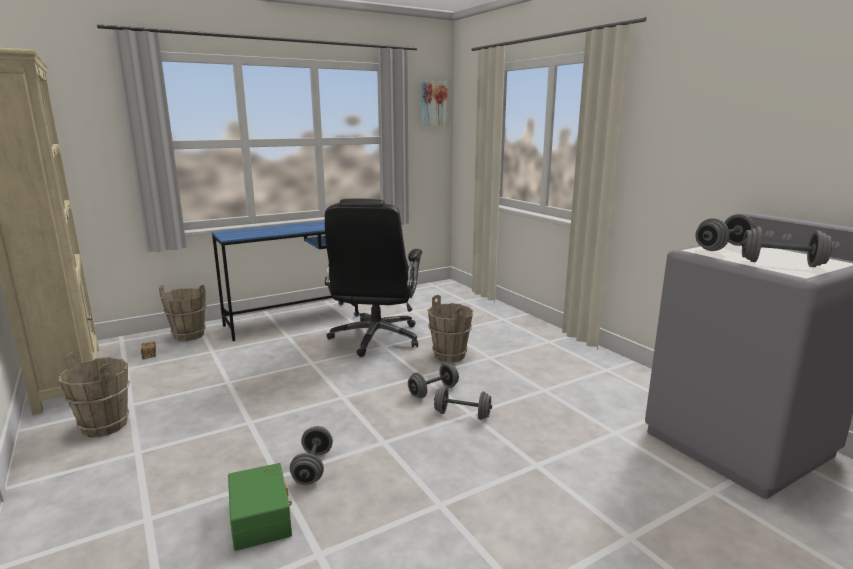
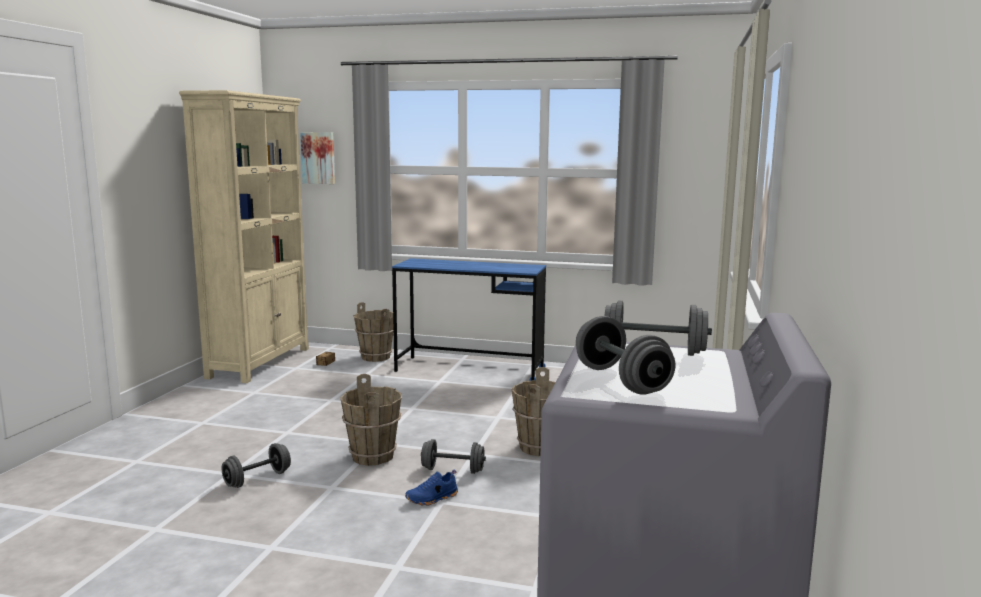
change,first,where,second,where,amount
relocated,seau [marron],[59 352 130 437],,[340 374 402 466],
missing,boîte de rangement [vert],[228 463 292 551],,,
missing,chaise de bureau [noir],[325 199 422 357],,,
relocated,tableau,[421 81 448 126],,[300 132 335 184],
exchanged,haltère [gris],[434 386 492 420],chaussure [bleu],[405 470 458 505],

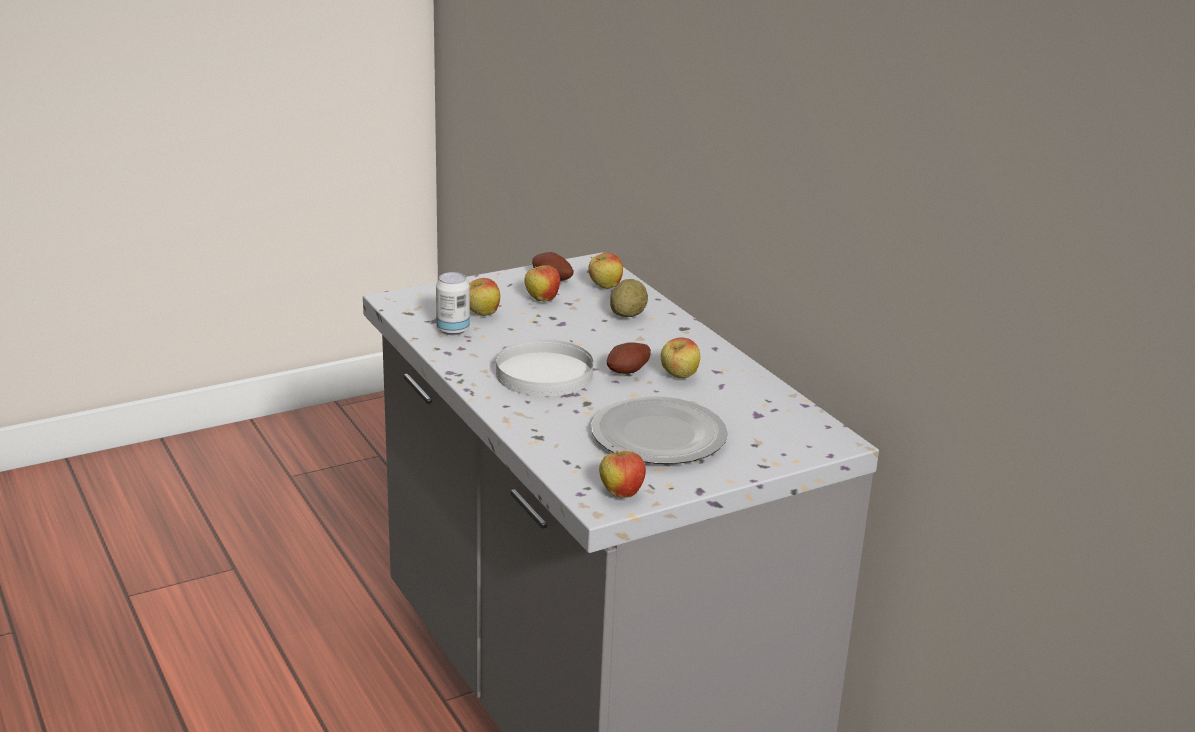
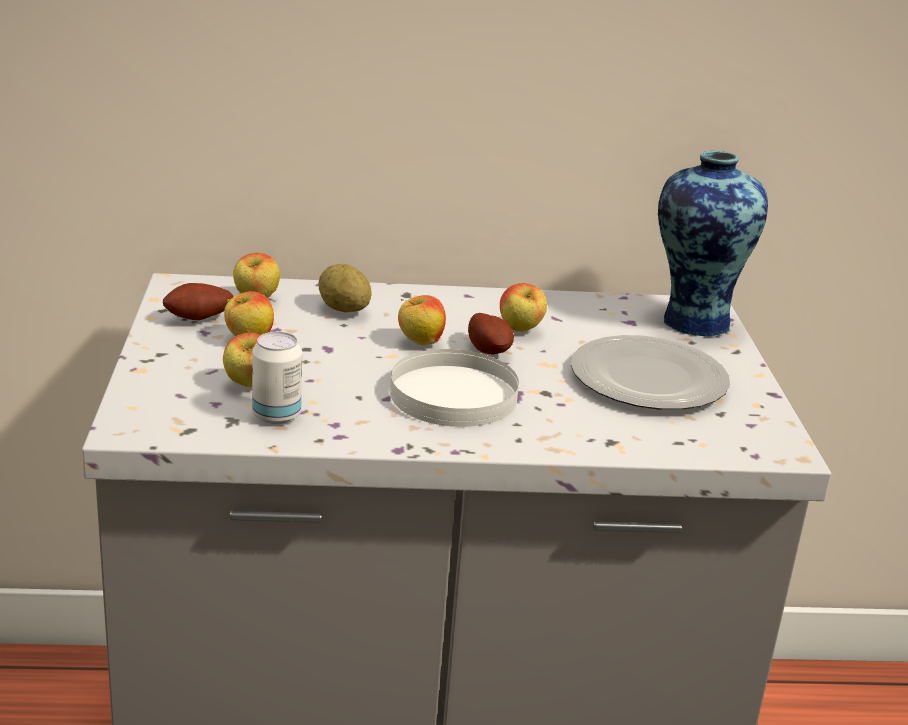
change,first,where,second,where,amount
relocated,pomme,[599 445 646 498],,[398 295 446 345],
appeared,,,vase,[658 151 768 337],

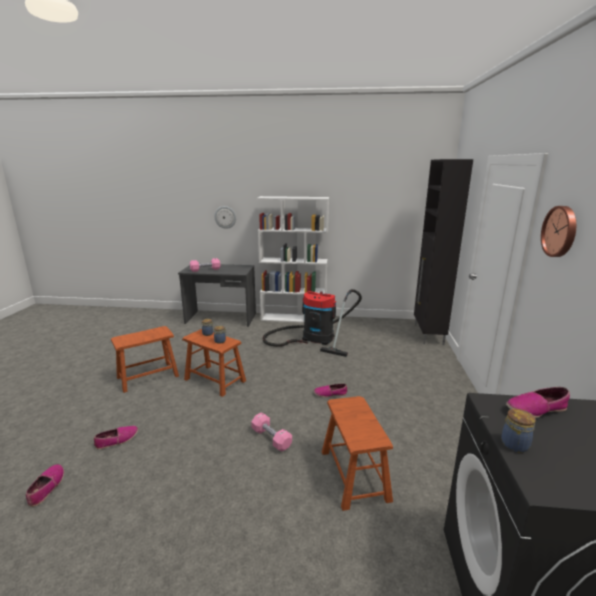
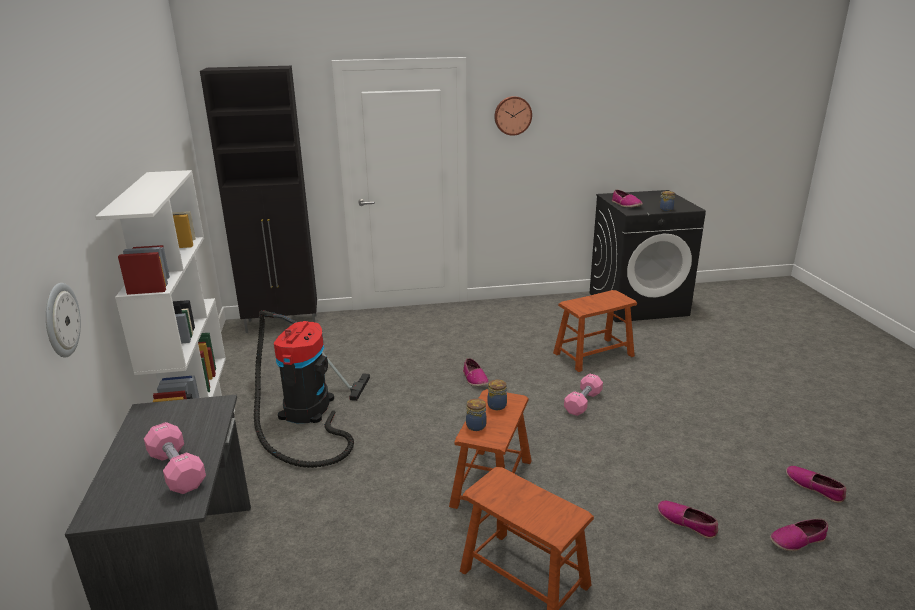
change,first,where,second,where,amount
appeared,,,chaussure,[786 466 847 503],

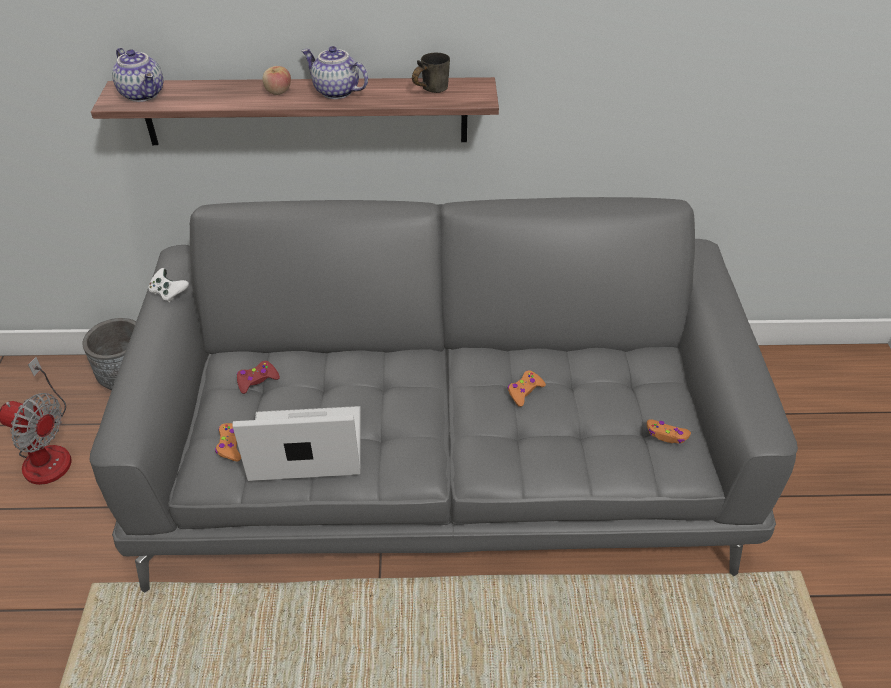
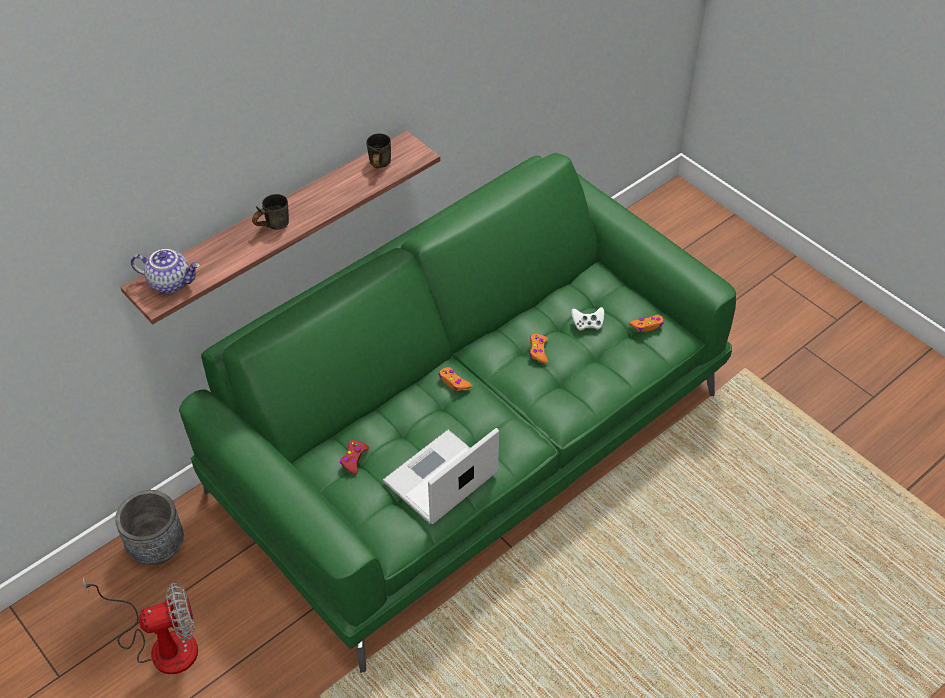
change,first,where,second,where,amount
colour,canapé [gris],[90 197 798 592],canapé [vert],[179 153 736 673],
relocated,manette [blanc],[148 268 189 303],,[571 307 604 331],
relocated,manette [orange],[215 423 241 461],,[439 367 472 391],
exchanged,pomme,[263 66 291 95],mug [gris],[252 194 289 230],
missing,théière,[301 46 368 99],,,

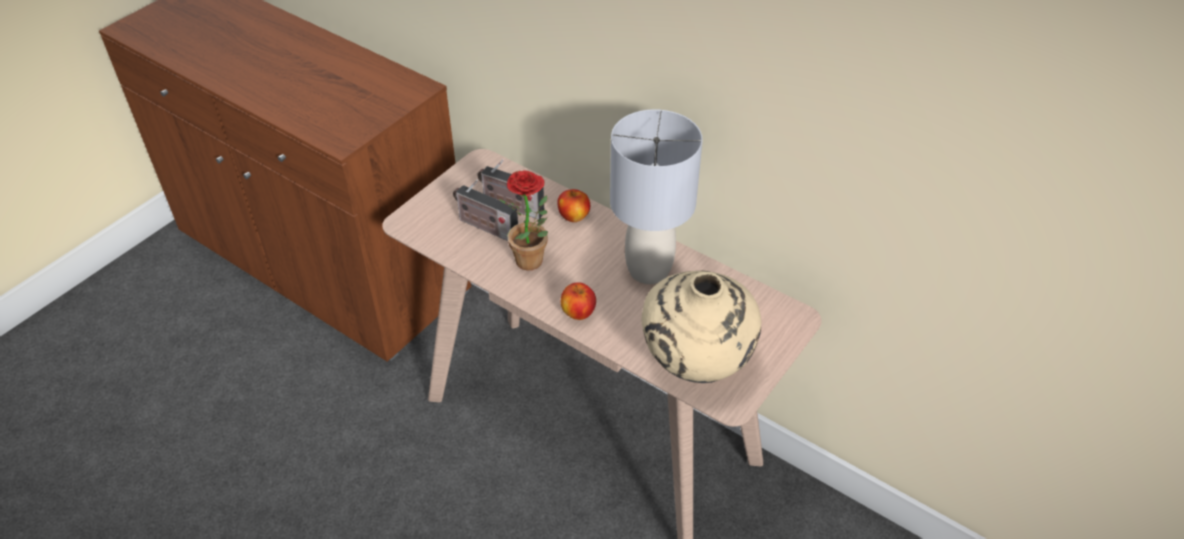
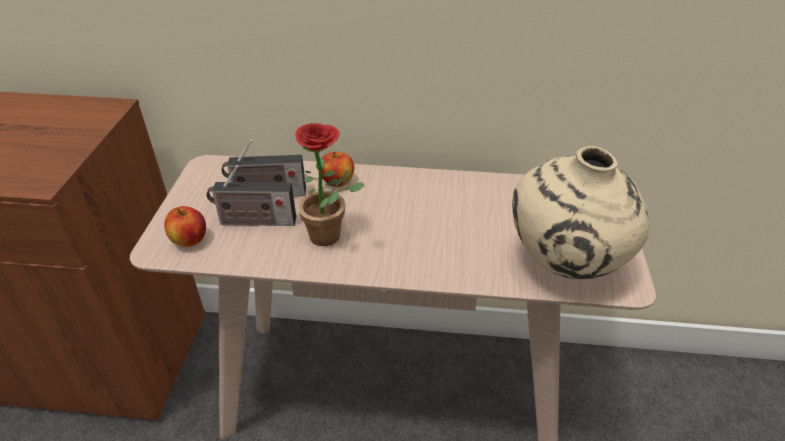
change,first,where,second,where,amount
relocated,pomme,[561 282 596 320],,[164 206 206 247],
missing,lampe de table [gris],[610 109 703 284],,,

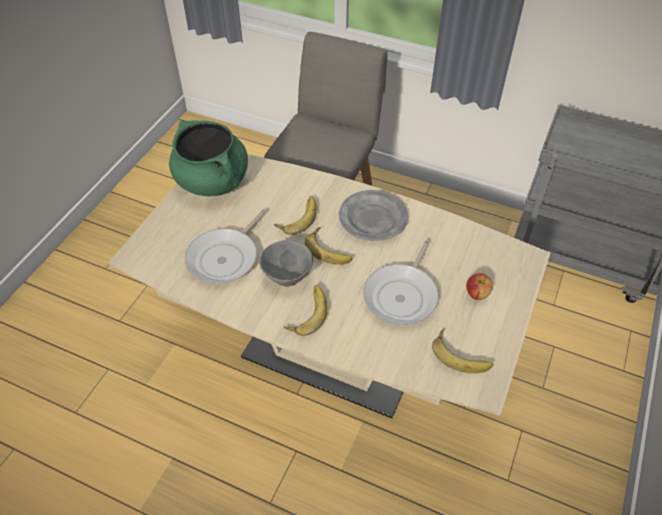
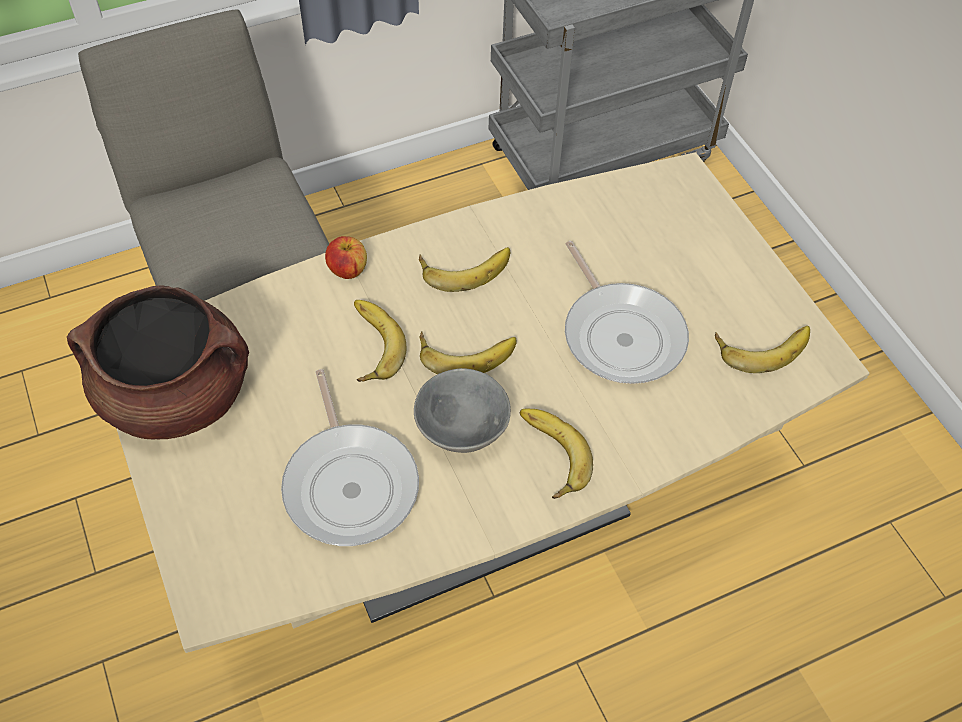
change,first,where,second,where,amount
colour,marmite [vert],[169 121 248 196],marmite [marron],[67 286 249 439],
exchanged,assiette [gris],[339 190 408 241],banane,[419 247 510 292],
relocated,pomme,[466 273 493 300],,[325 236 367 279],

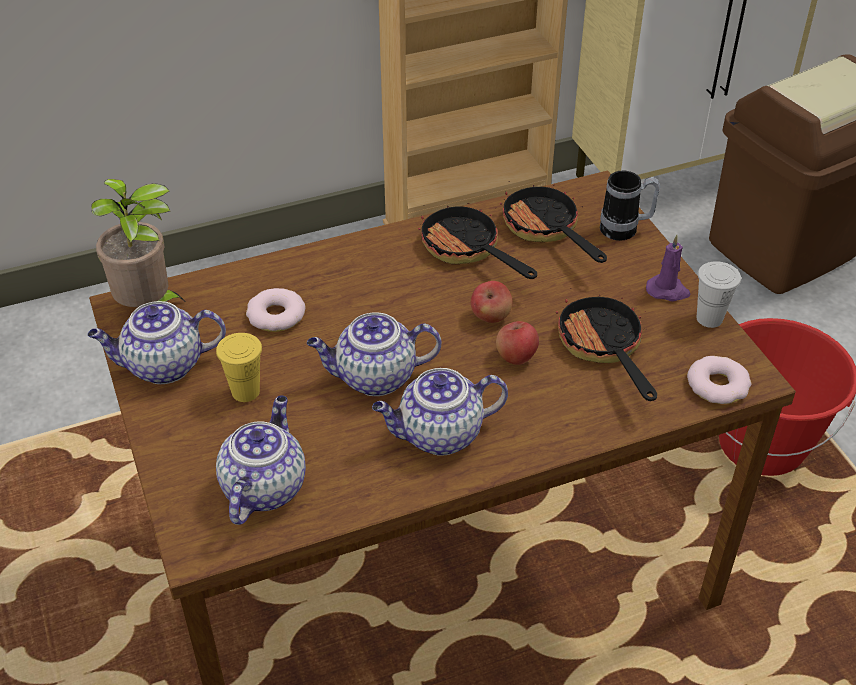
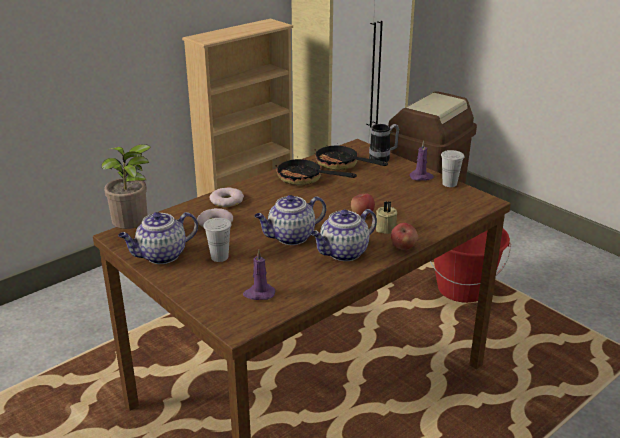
change,first,where,second,where,amount
colour,tasse [jaune],[216 333 262 402],tasse [blanc],[204 218 232 262],
exchanged,théière,[216 395 306 525],bougie [violet],[243 249 275 300],
relocated,pomme,[471 281 513 323],,[391 223 418 250],
missing,poêle,[556 288 657 401],,,
relocated,beignet,[687 356 751 404],,[210 187 244 207],
appeared,,,bougie [beige],[376 201 397 234],

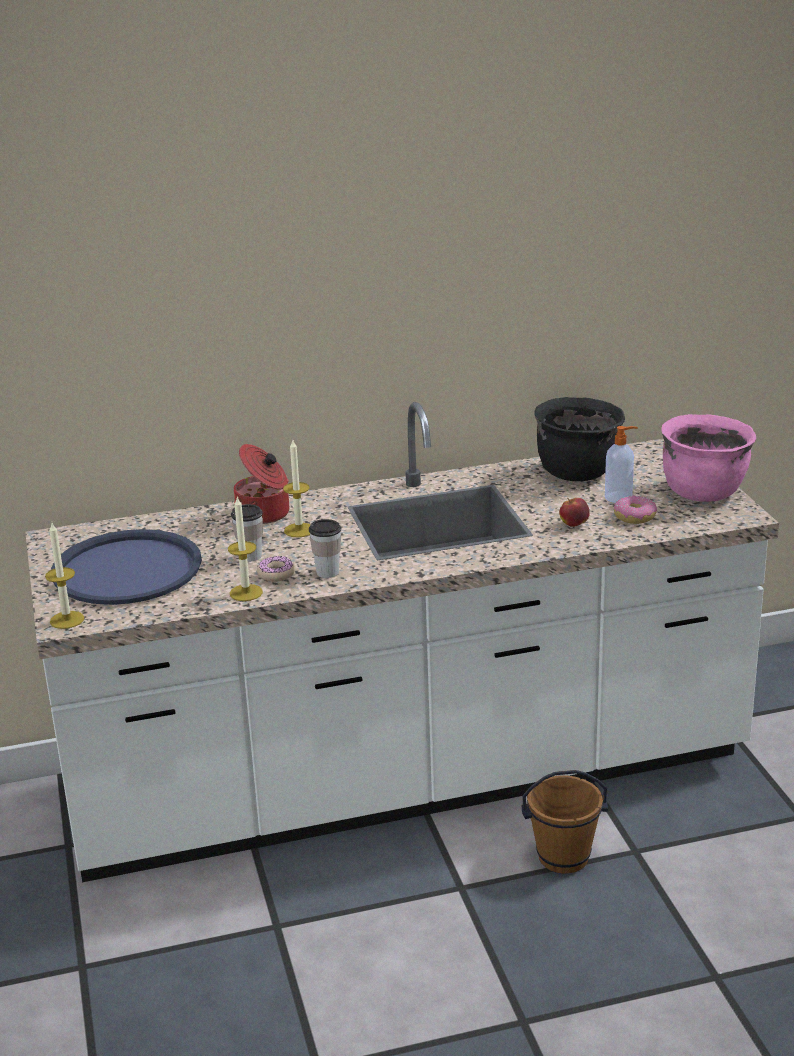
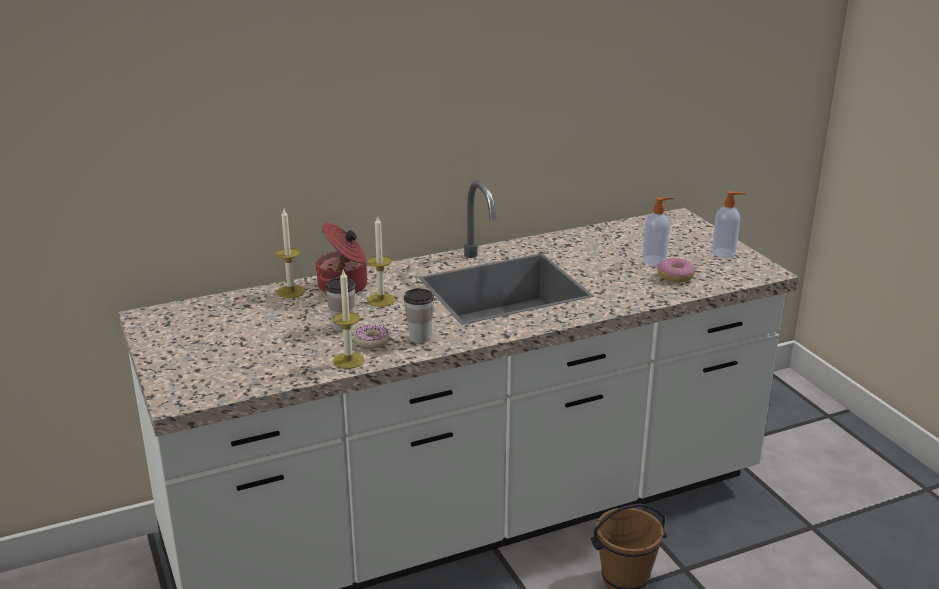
change,first,where,second,where,amount
relocated,bougie,[45 523 84 629],,[276 209 305 298],
missing,plateau [bleu],[51 529 202 605],,,
missing,marmite [noir],[534 397 625 481],,,
missing,pomme,[559 498 590 527],,,
exchanged,marmite [rose],[661 414 756 502],distributeur de savon,[712 191 746 258],

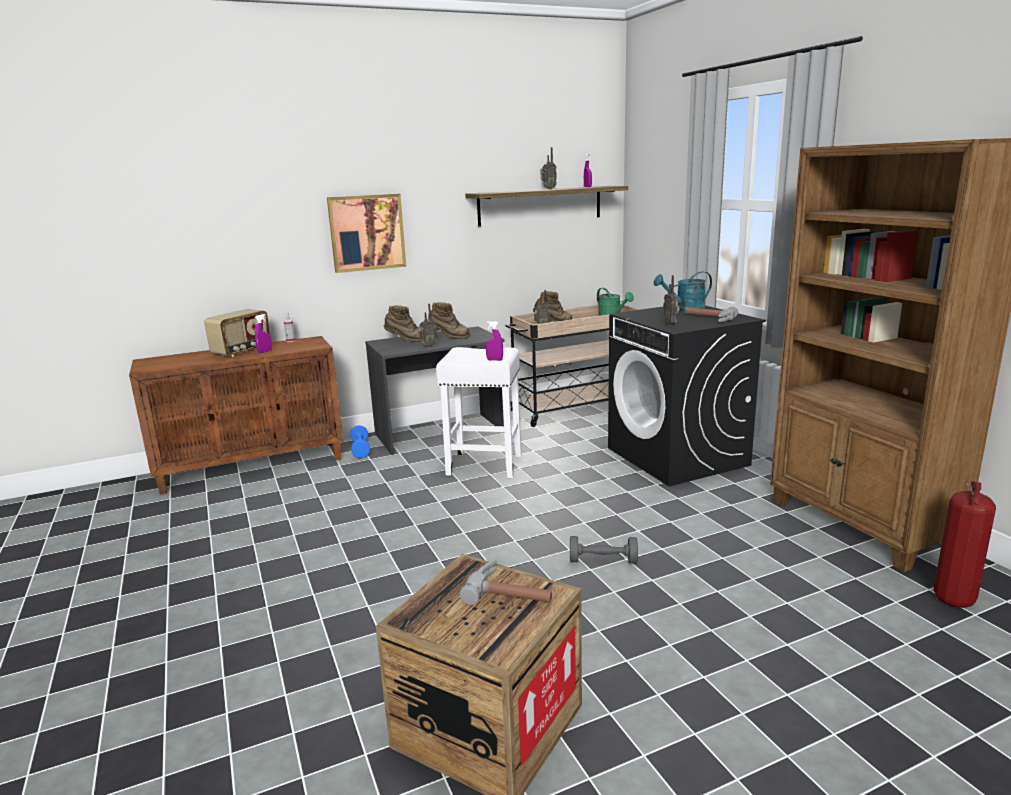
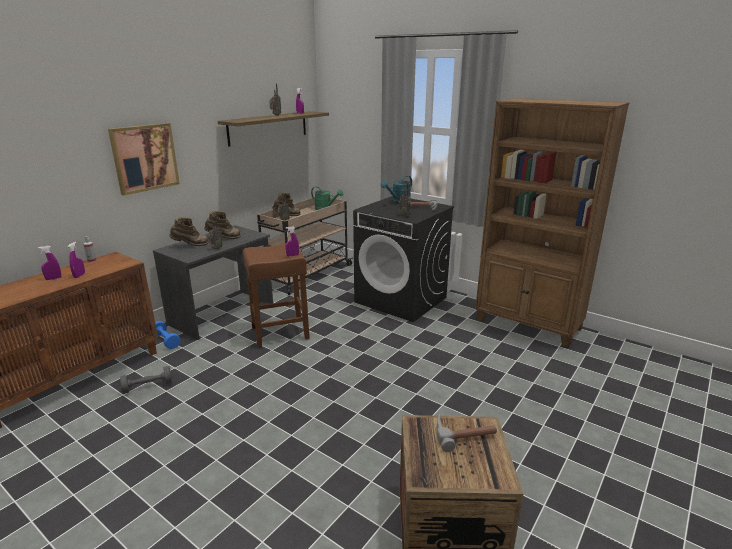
change,first,where,second,where,amount
exchanged,radio,[204 309 270 357],vaporisateur [violet],[38 246 61 280],
colour,tabouret [blanc],[436 347 522 478],tabouret [marron],[243 243 310 348],
relocated,haltère [gris],[570 536 638 564],,[120 366 172 394],
missing,extincteur,[934 481 996 608],,,

